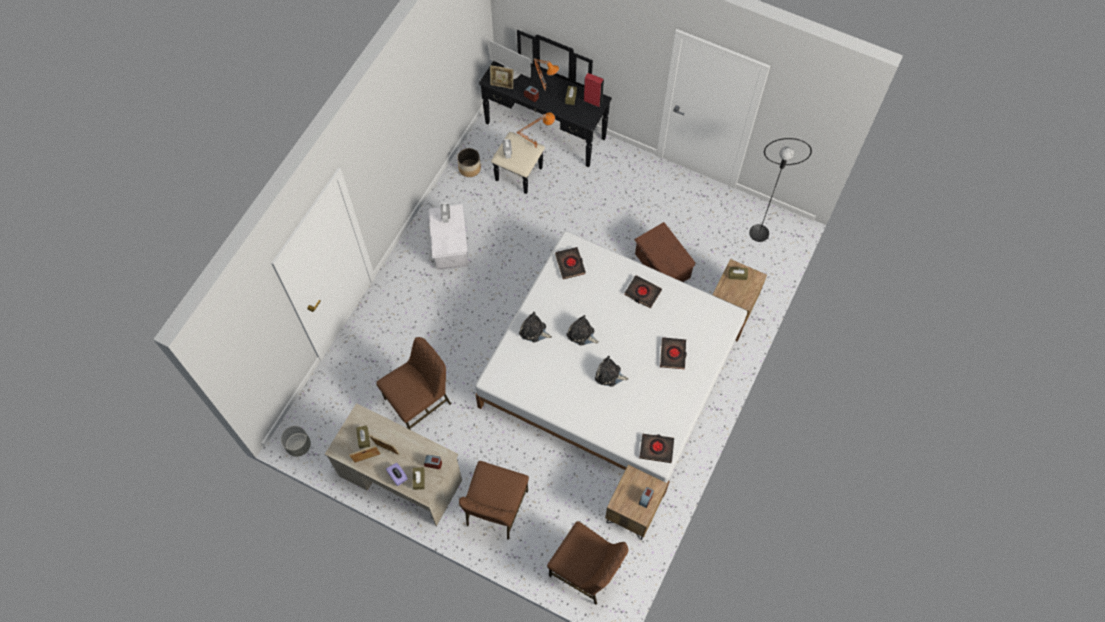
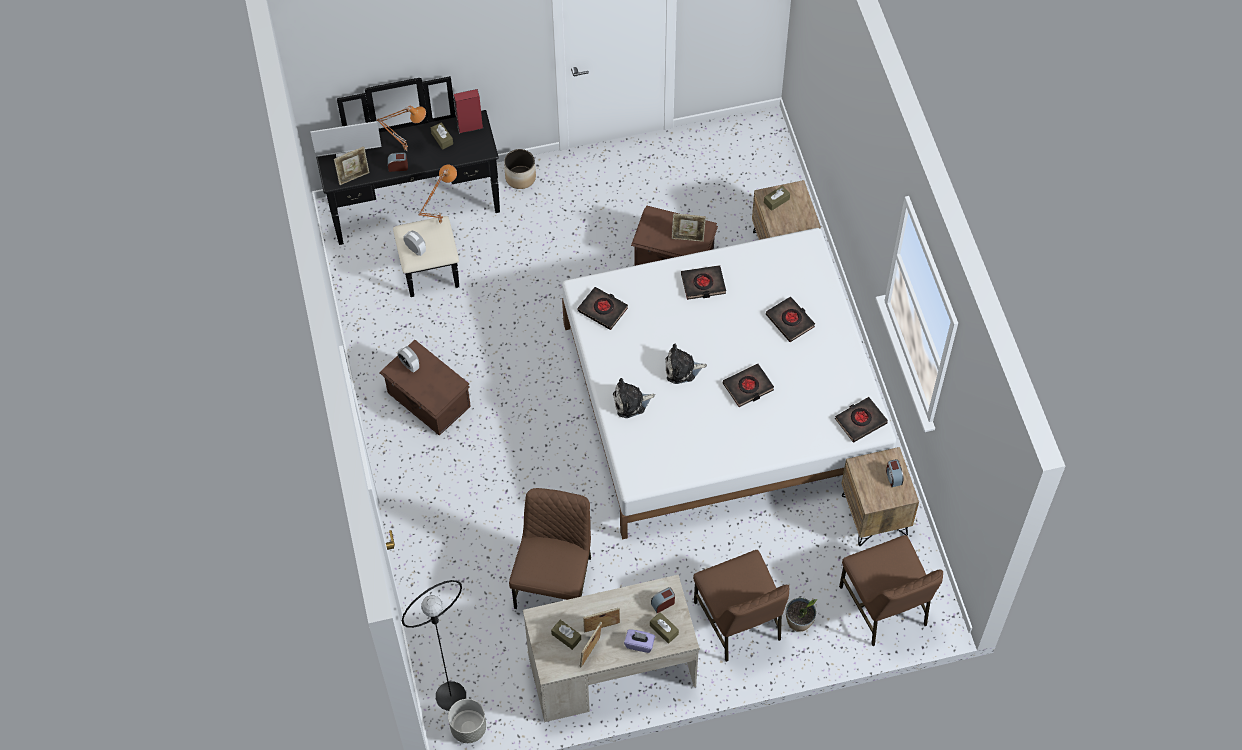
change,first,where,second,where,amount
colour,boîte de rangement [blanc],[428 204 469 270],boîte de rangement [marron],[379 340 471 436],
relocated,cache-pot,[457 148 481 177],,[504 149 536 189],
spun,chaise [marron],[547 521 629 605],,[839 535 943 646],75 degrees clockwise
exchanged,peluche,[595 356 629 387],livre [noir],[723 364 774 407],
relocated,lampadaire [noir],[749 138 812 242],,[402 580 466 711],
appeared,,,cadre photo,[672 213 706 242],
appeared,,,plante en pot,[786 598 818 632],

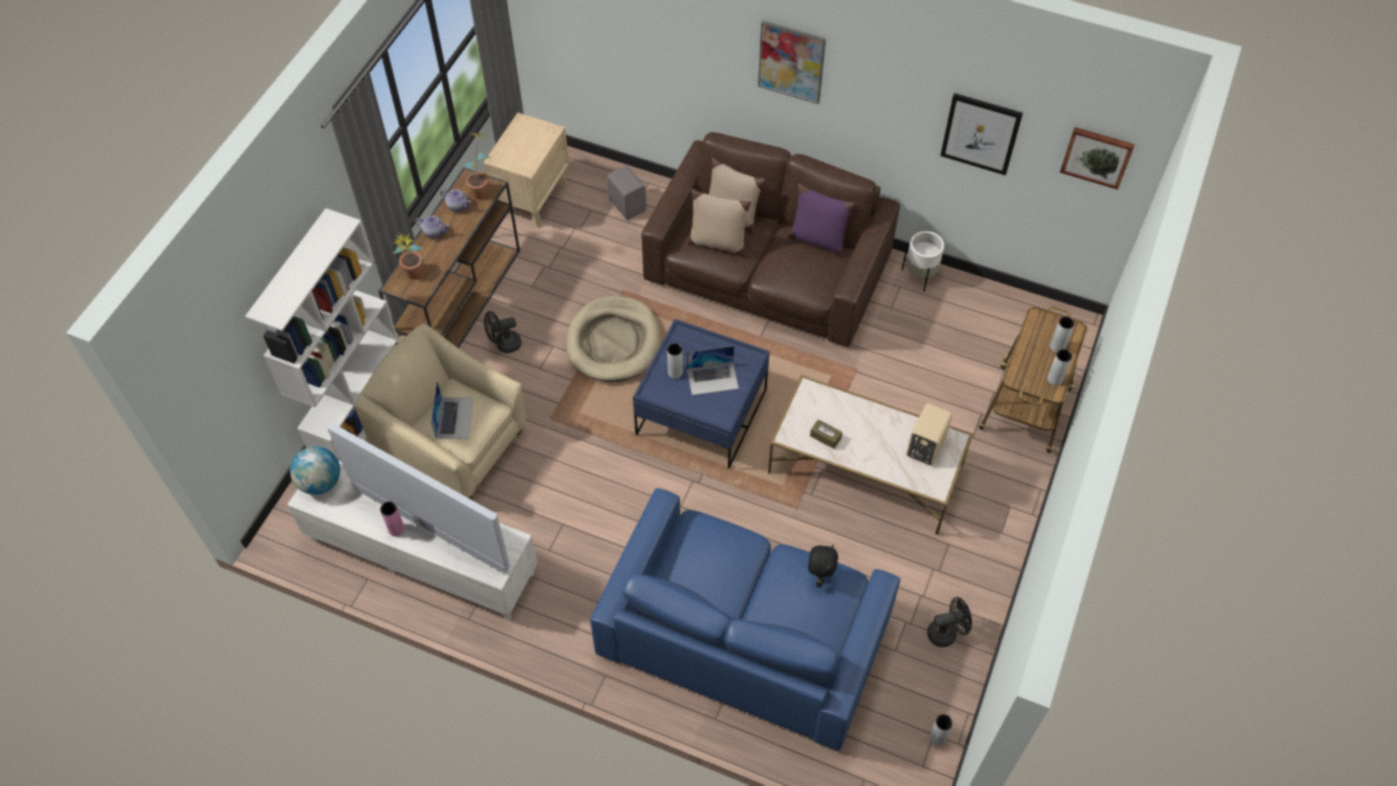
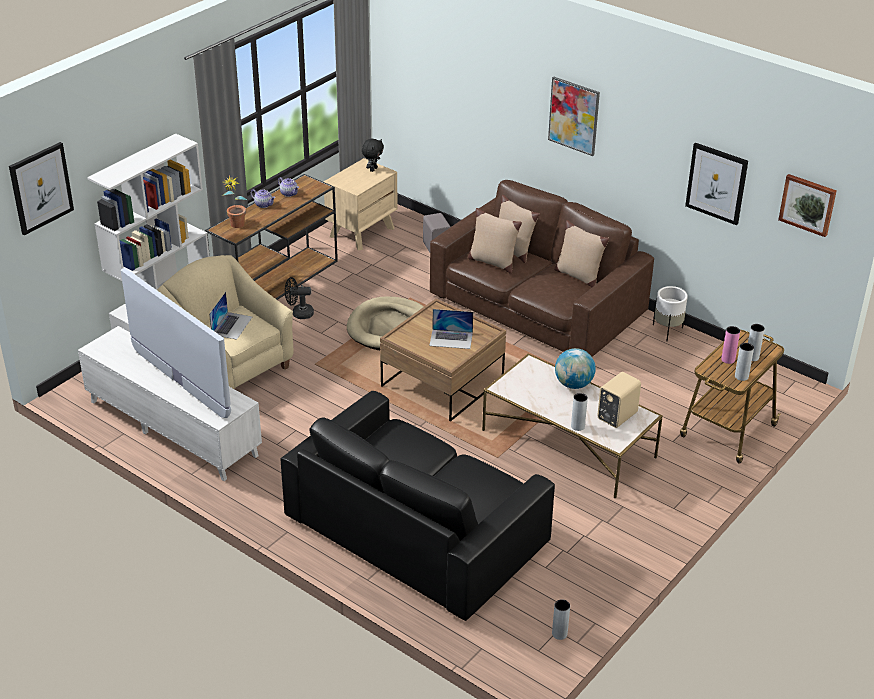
change,first,where,second,where,amount
relocated,globe,[290 446 340 495],,[555 348 596 389],
relocated,vase [rose],[380 502 405 537],,[721 326 740 364],
missing,plante en pot,[463 133 490 199],,,
colour,canapé [bleu],[590 488 900 751],canapé [noir],[280 391 555 621],
colour,table basse [bleu],[633 319 770 469],table basse [marron],[380 299 506 422],
relocated,vase [gris],[667 343 683 379],,[571 393 588 431],
colour,coussin [violet],[789 183 855 257],coussin [beige],[554 220 609 288],
relocated,peluche [noir],[808 545 838 587],,[362 139 384 172],
missing,boîte à mouchoirs [marron],[810 419 842 449],,,
missing,ventilateur [noir],[927 597 972 647],,,
appeared,,,tableau,[9 142 74 235],

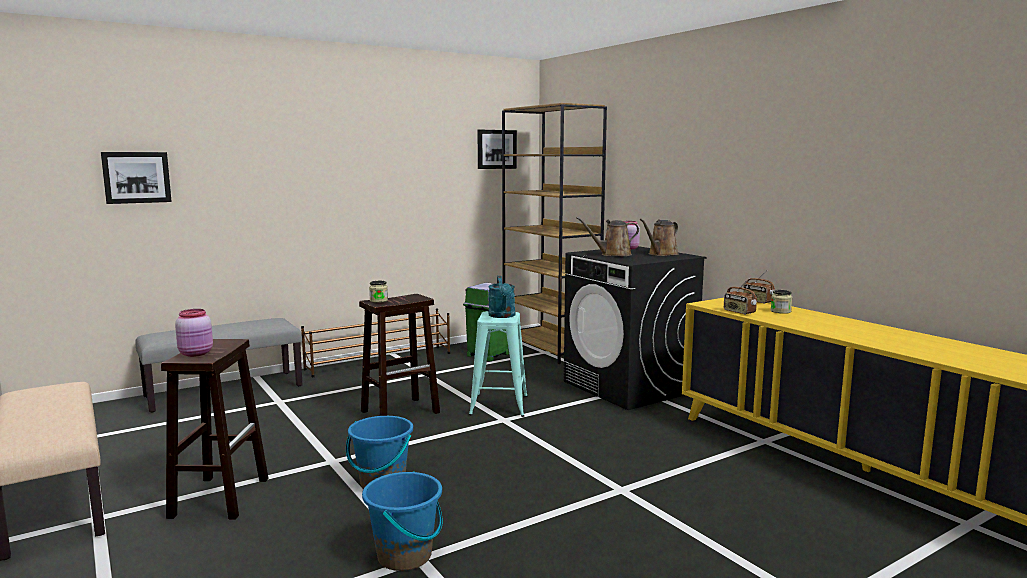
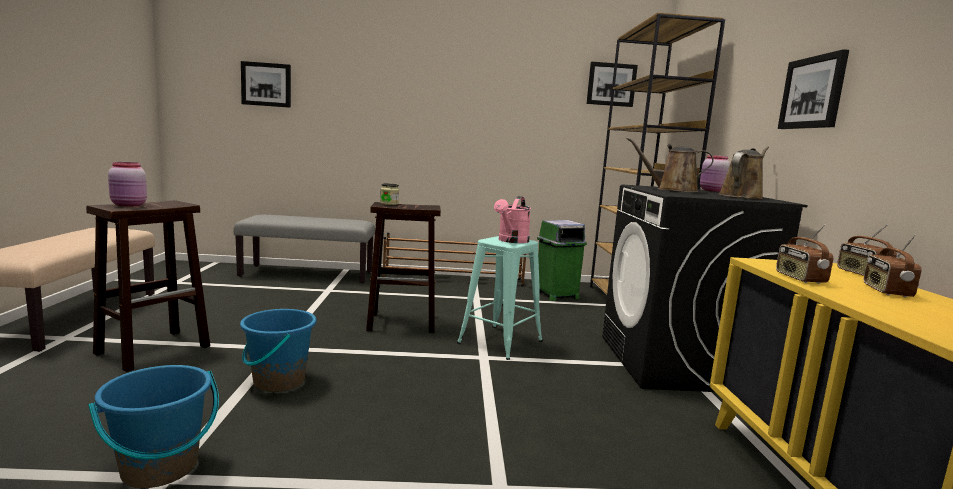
change,first,where,second,where,amount
colour,arrosoir [turquoise],[488 276 515 318],arrosoir [rose],[494 196 531 243],
spun,arrosoir [marron],[640 219 679 256],,[718 146 769 199],150 degrees clockwise
exchanged,bocal,[771 290 792 314],radio,[864 234 922 297],
appeared,,,tableau,[778 49 849 129],

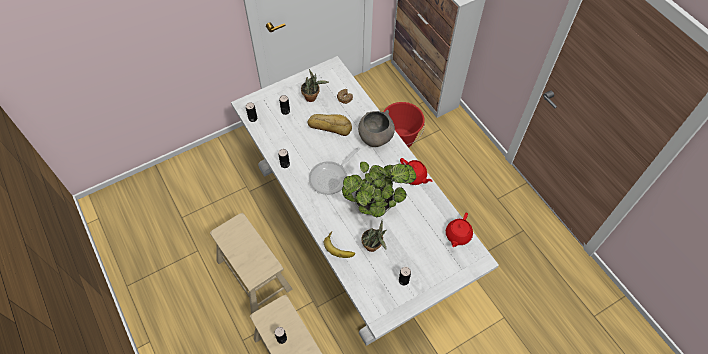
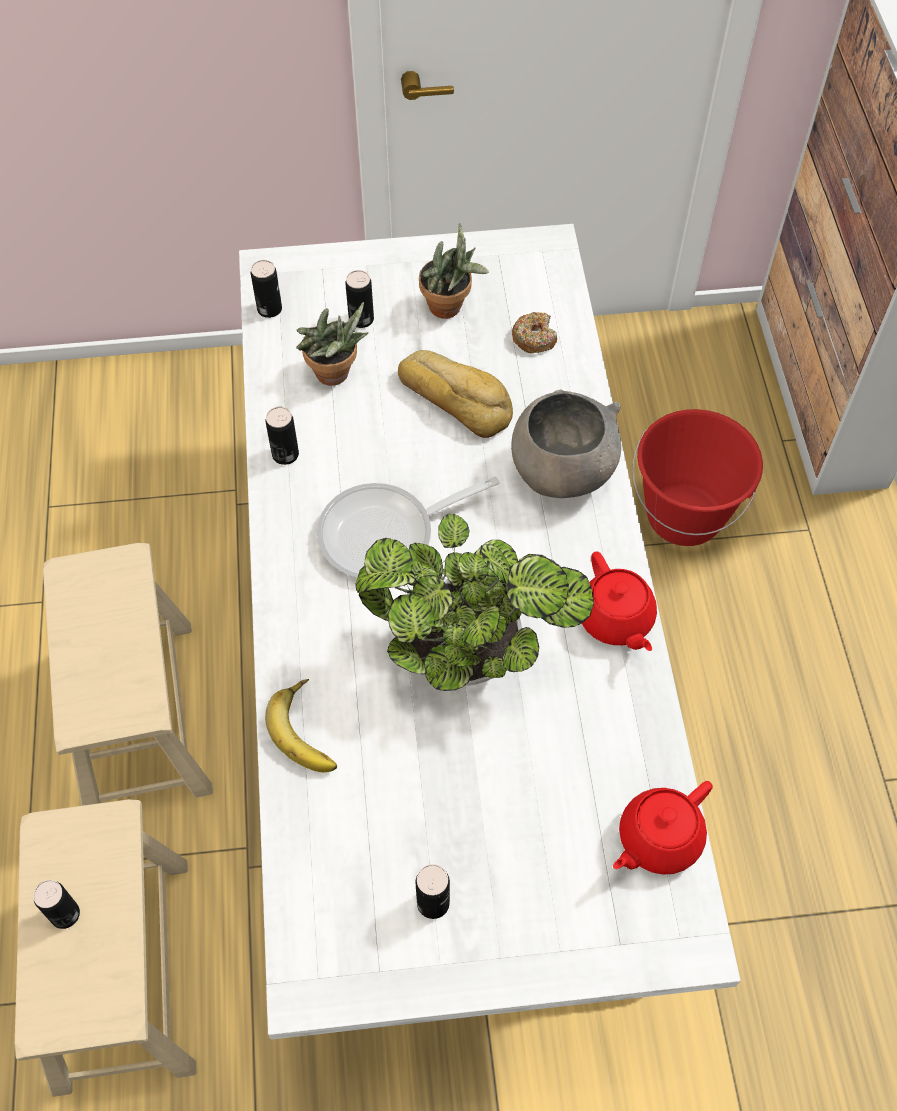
change,first,where,second,where,amount
relocated,plante en pot,[362 221 387 252],,[296 302 368 386],

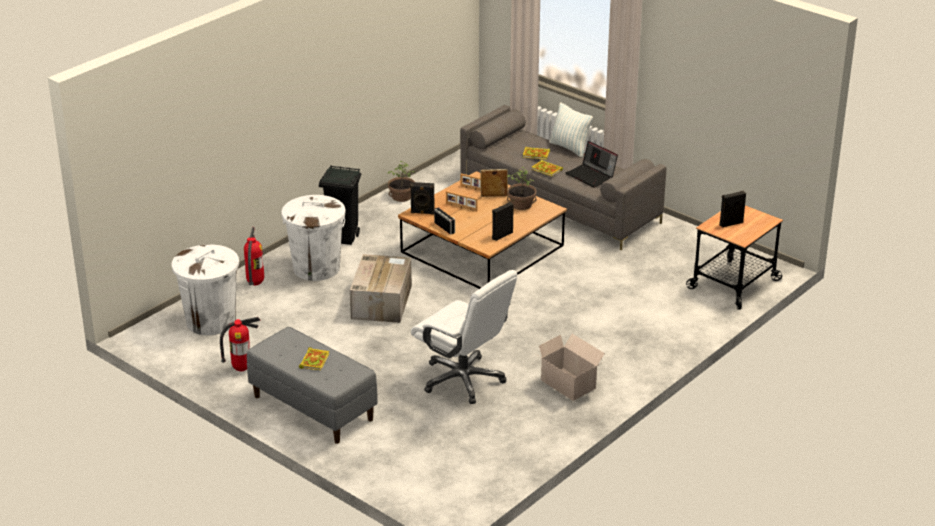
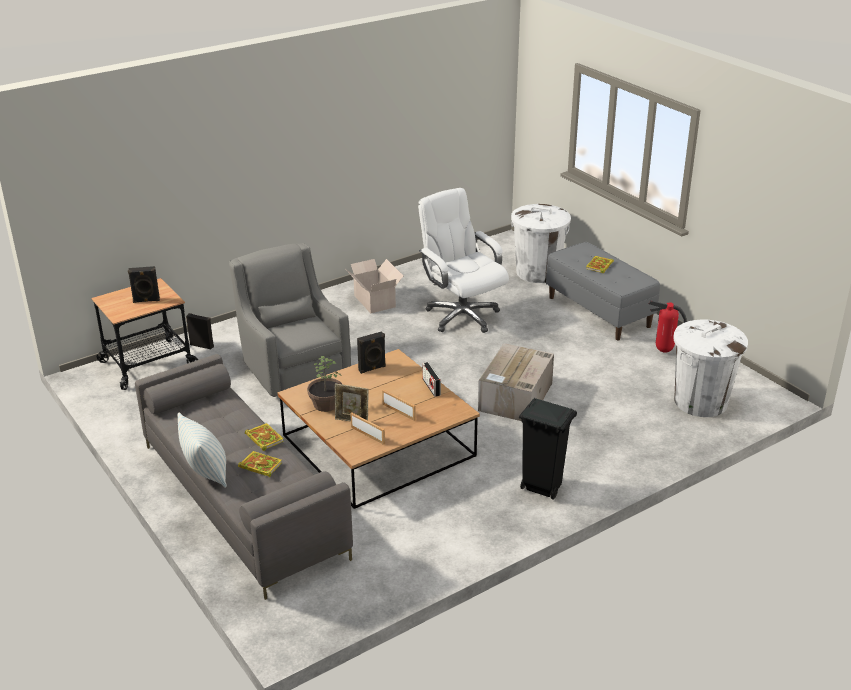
change,first,where,second,where,amount
missing,extincteur,[244 227 264 285],,,
relocated,poubelle [blanc],[282 195 345 281],,[511 204 571 283],
missing,plante en pot,[388 161 415 202],,,
relocated,enceinte [noir],[410 182 435 215],,[186 313 214 350],
missing,ordinateur portable,[566 141 618 188],,,
appeared,,,fauteuil [gris],[229 243 351 397],

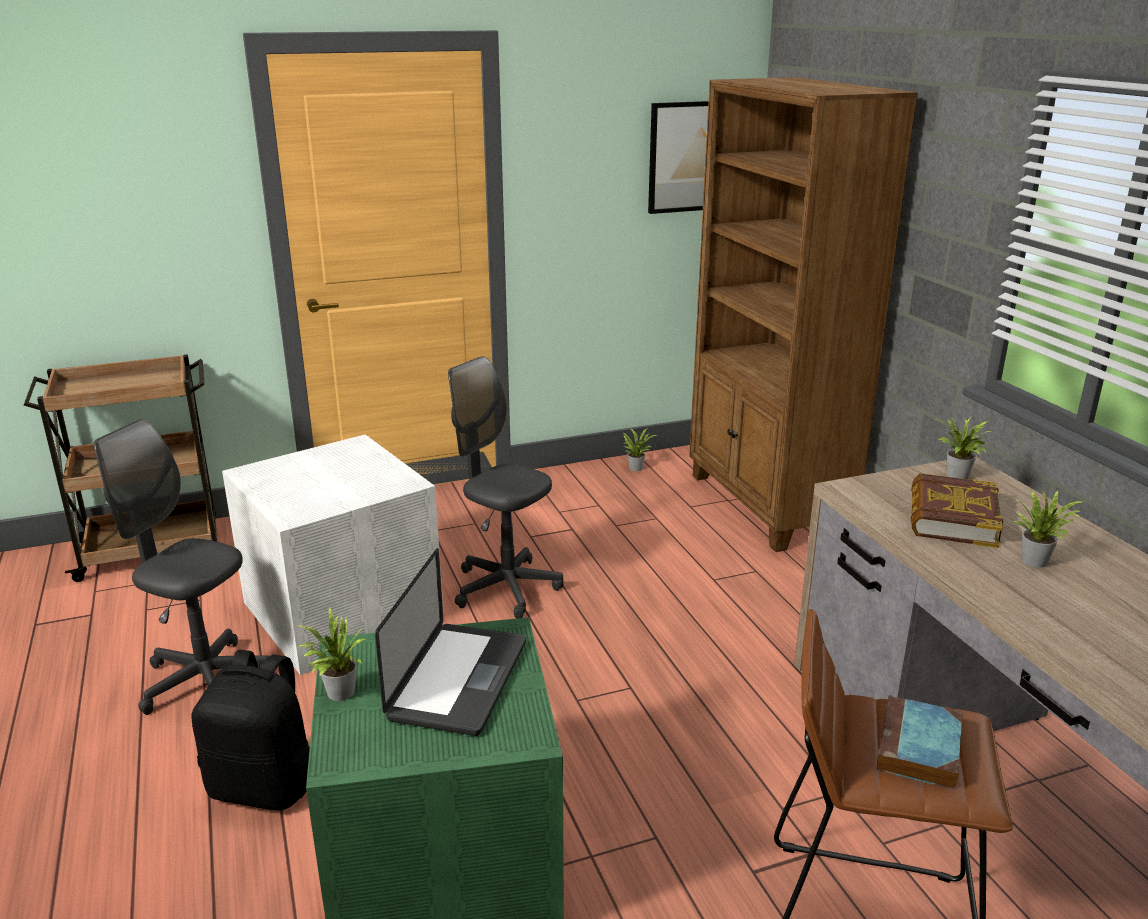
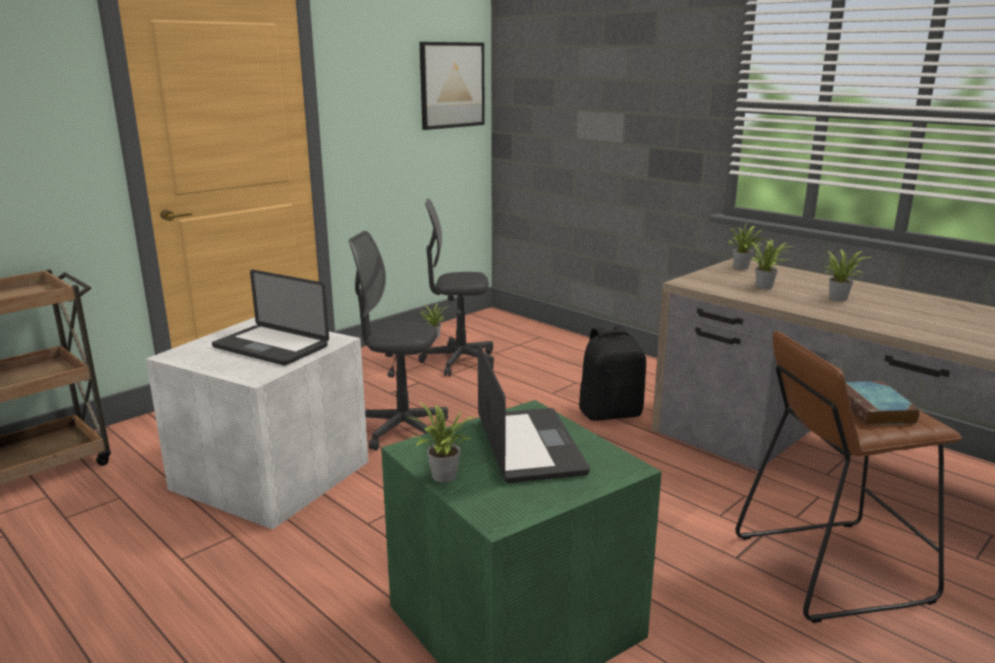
change,first,where,second,where,amount
relocated,chaise de bureau [gris],[94 419 269 715],,[418 198 494 377],
relocated,sac à dos [noir],[191 650 310 811],,[579 326 646 421],
missing,bibliothèque [marron],[689 77 918 552],,,
exchanged,livre,[910 473 1003 548],plante en pot,[750 238 792 289],
appeared,,,ordinateur portable,[212 269 329 366],

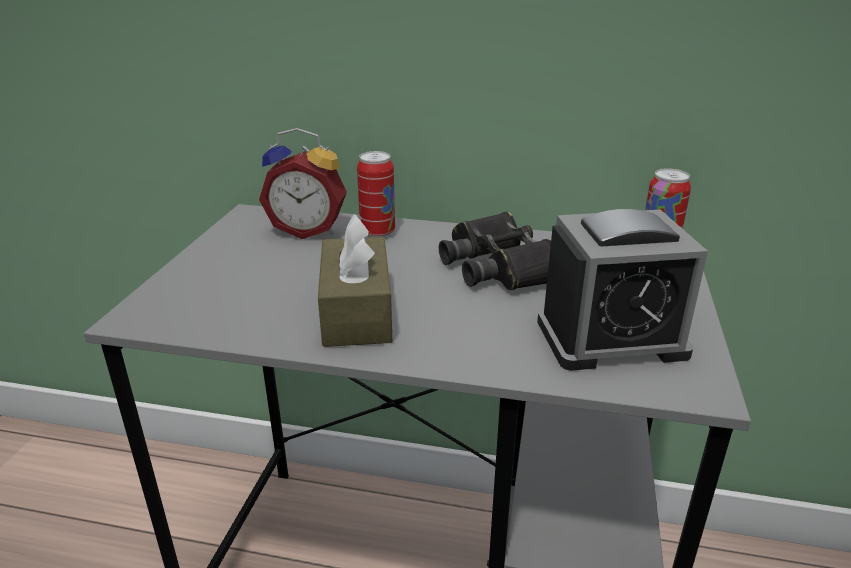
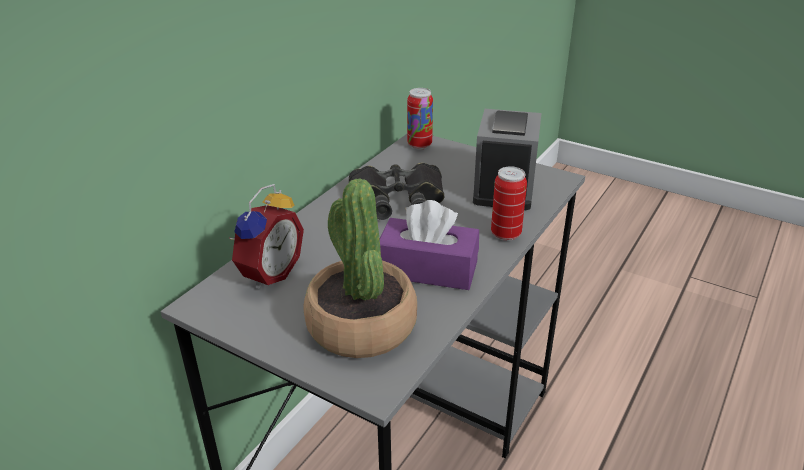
change,first,where,second,where,amount
colour,boîte à mouchoirs [marron],[318 214 392 347],boîte à mouchoirs [violet],[380 200 479 290],
relocated,boîte métallique,[357 151 395 238],,[491 166 527 241],
appeared,,,plante en pot,[304 178 417 358],

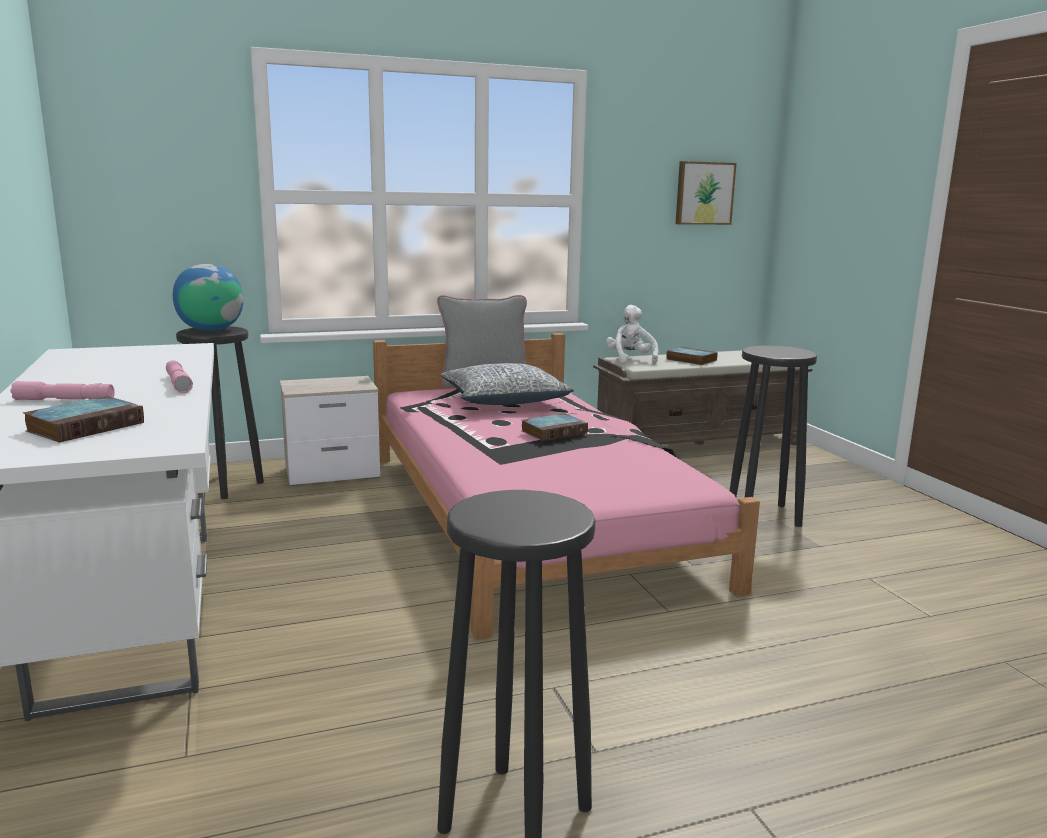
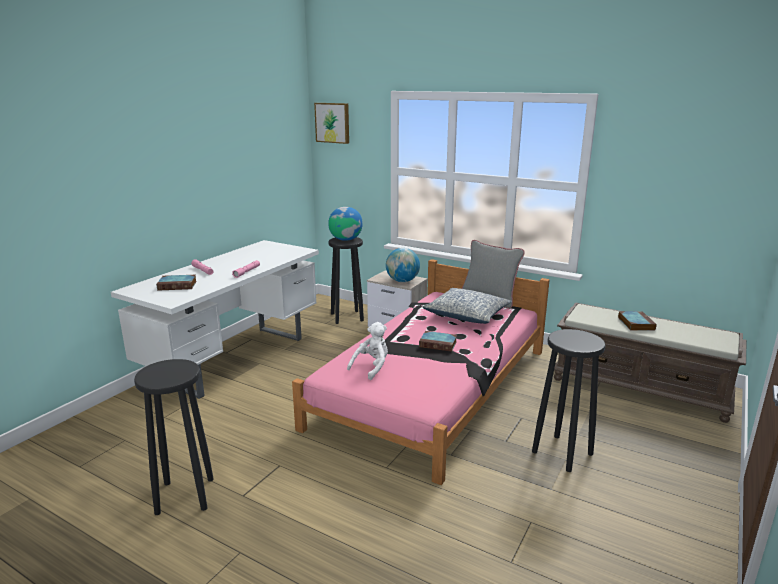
change,first,where,second,where,amount
relocated,peluche [blanc],[606 305 658 364],,[347 322 388 380],
relocated,tableau,[676 161 737 225],,[314 103 349 144],
appeared,,,globe,[386 248 420 282],

